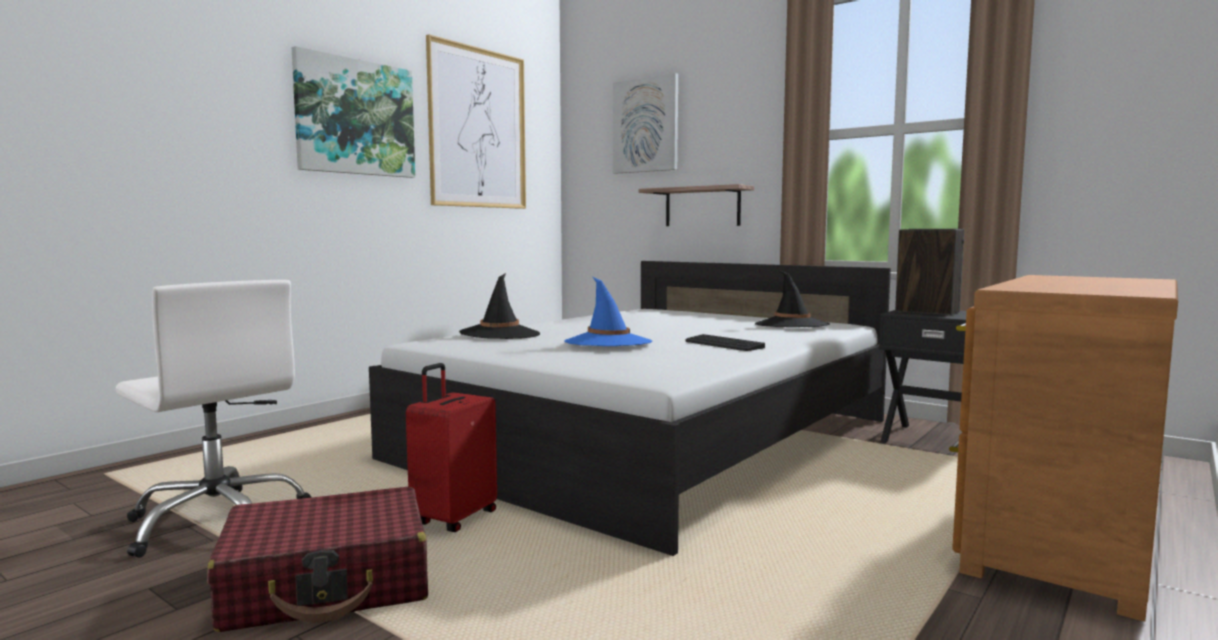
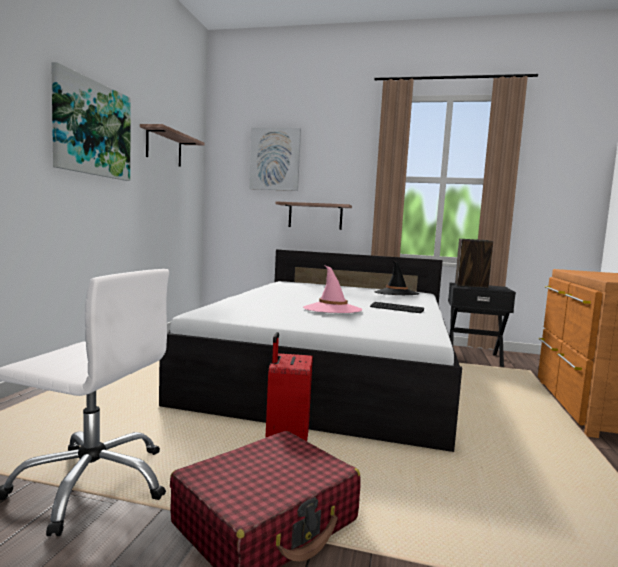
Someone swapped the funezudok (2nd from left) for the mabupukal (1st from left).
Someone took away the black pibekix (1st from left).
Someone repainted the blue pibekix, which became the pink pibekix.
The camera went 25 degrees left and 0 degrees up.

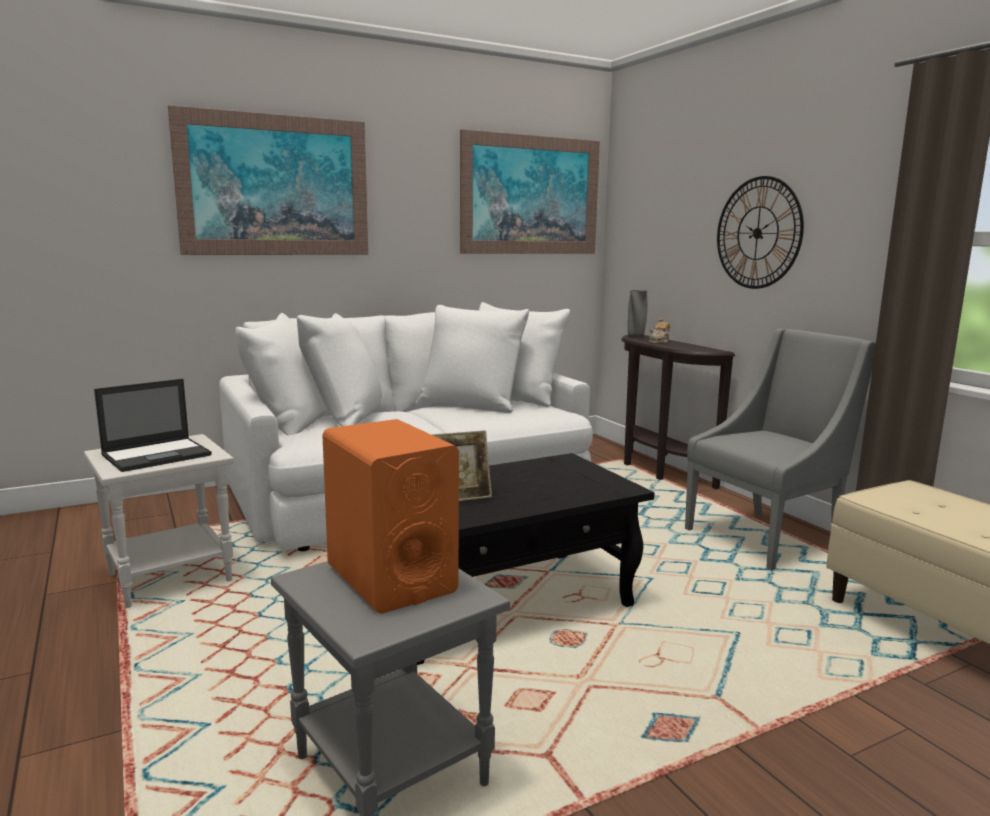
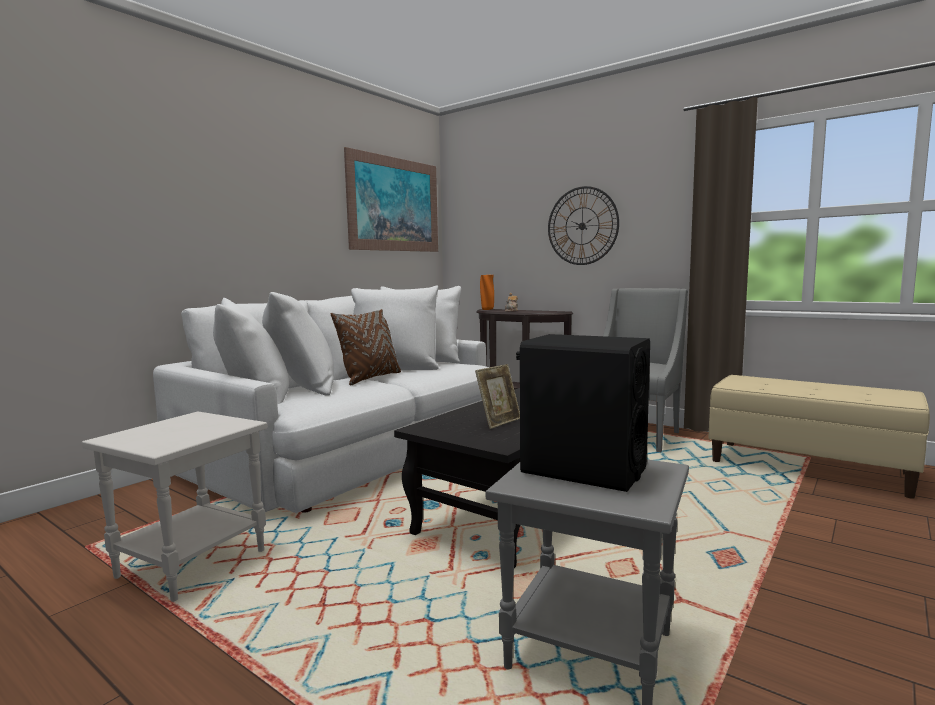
Someone took away the funezudok (1st from left).
Someone repainted the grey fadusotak, which became the orange fadusotak.
Someone took away the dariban.
Someone repainted the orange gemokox, which became the black gemokox.
Someone put down the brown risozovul.
The camera went 25 degrees left and 5 degrees down.

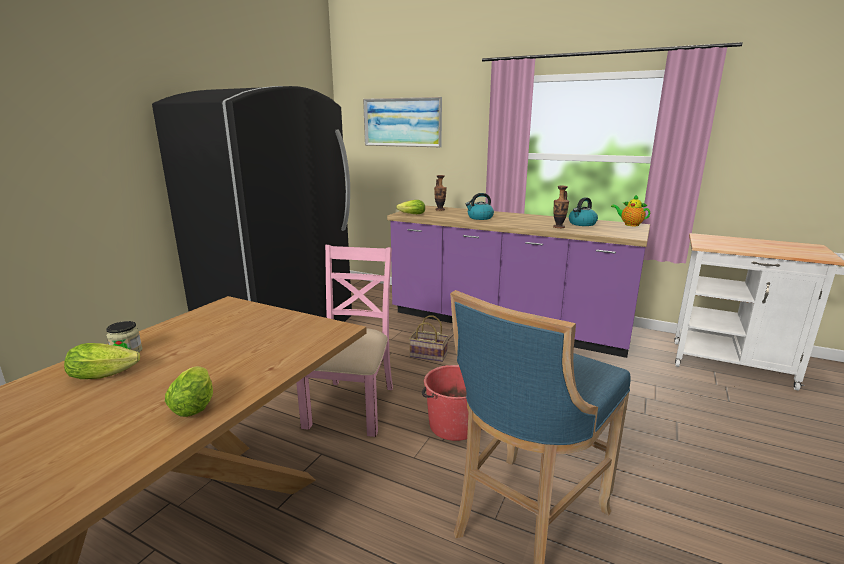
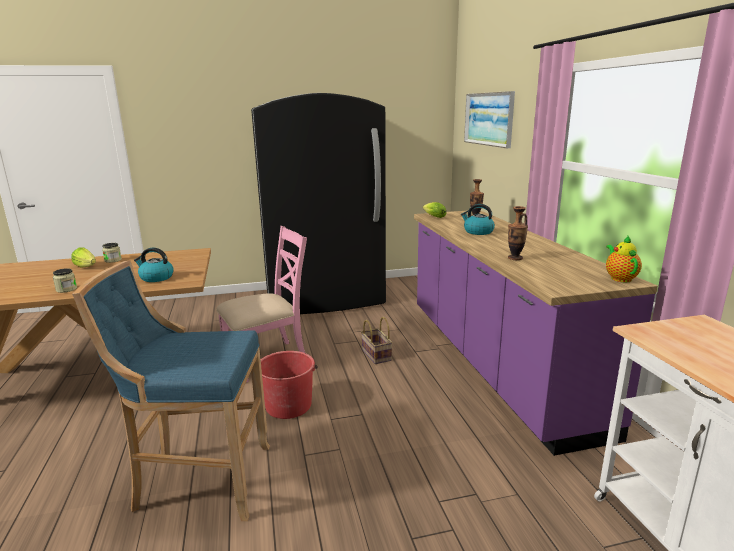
Someone carried the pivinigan (2nd from left in the first image).
Someone swapped the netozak (2nd from left) for the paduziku (1st from left).
The camera went 50 degrees right and 0 degrees up.

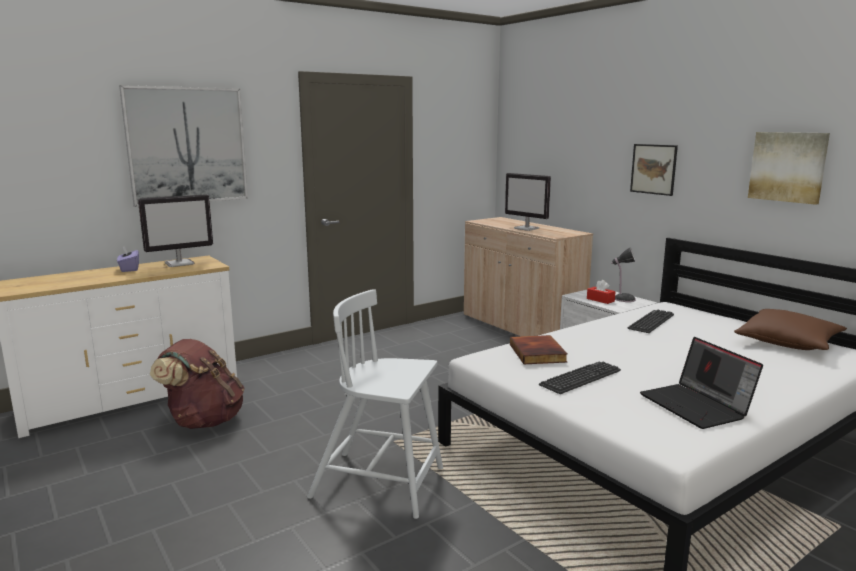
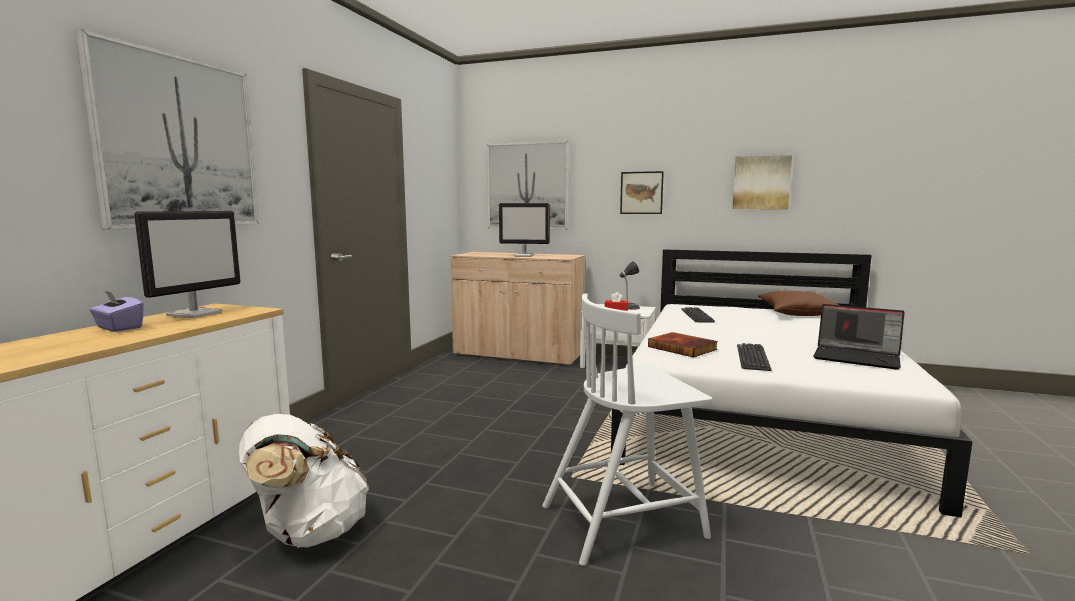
Someone repainted the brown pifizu, which became the white pifizu.
Someone put up the funezudok (2nd from left).
The camera went 35 degrees left and 5 degrees down.

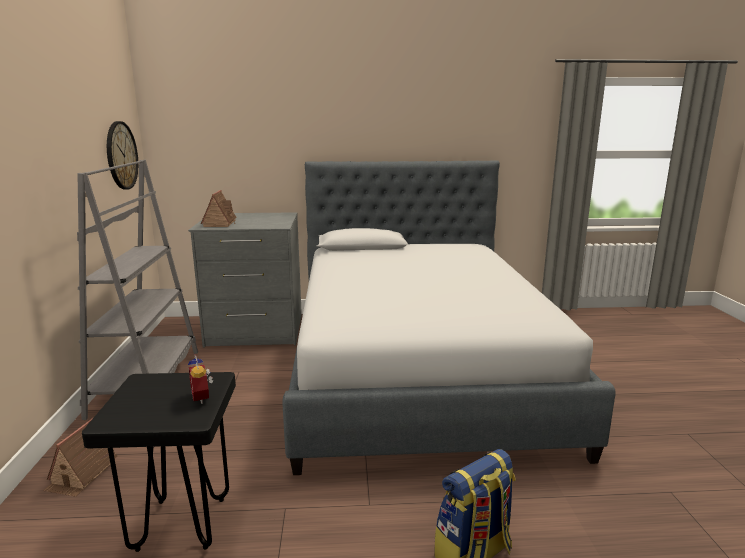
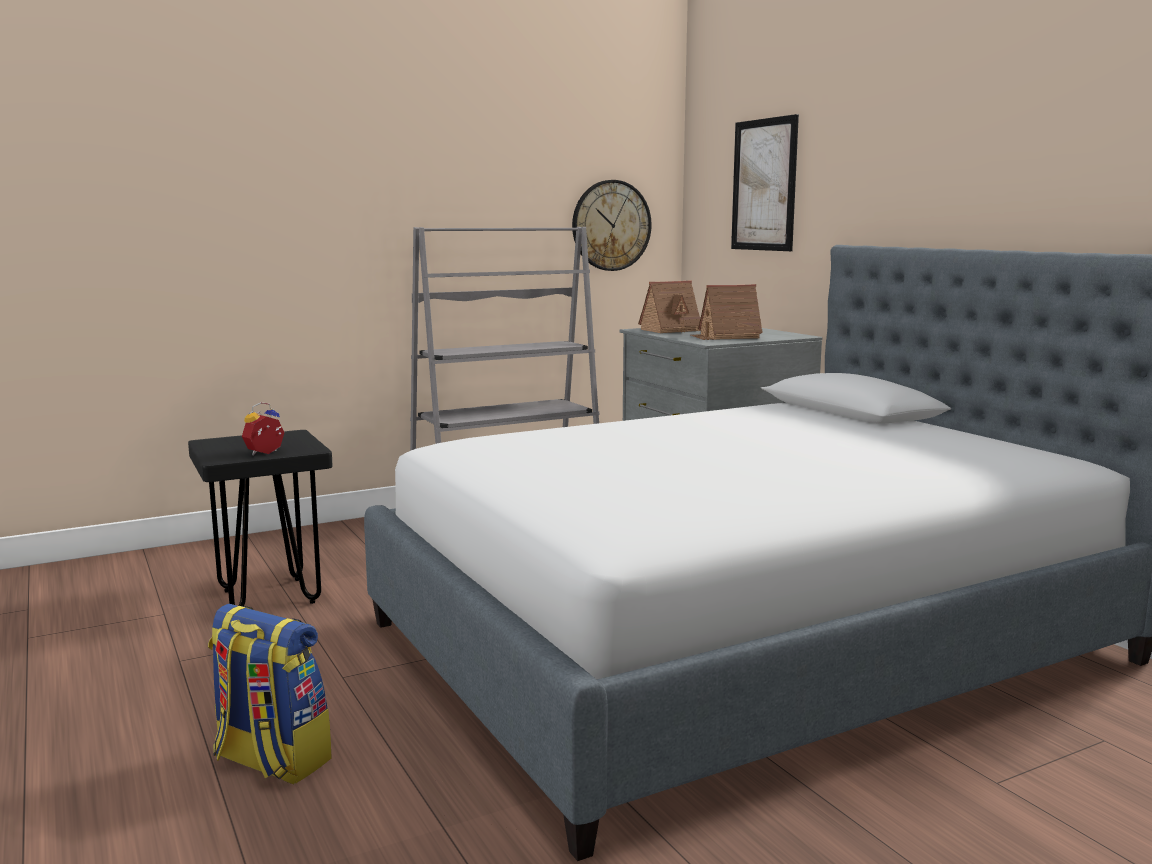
Someone carried the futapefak (1st from left in the first image).
Someone put up the funezudok.
The camera went 65 degrees right and 5 degrees down.

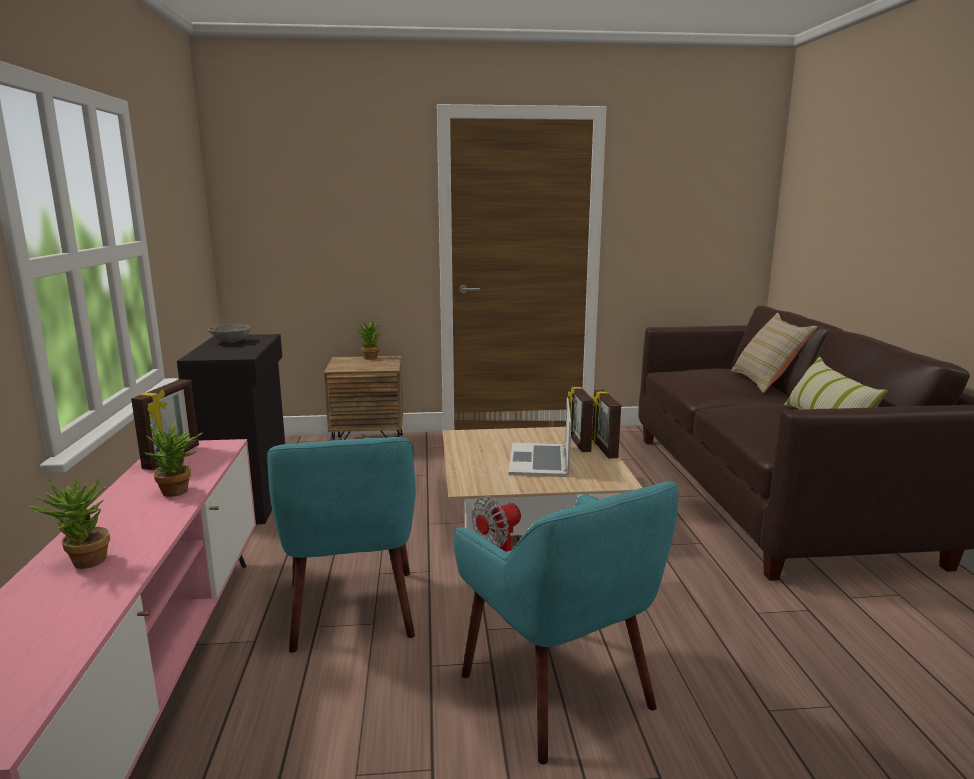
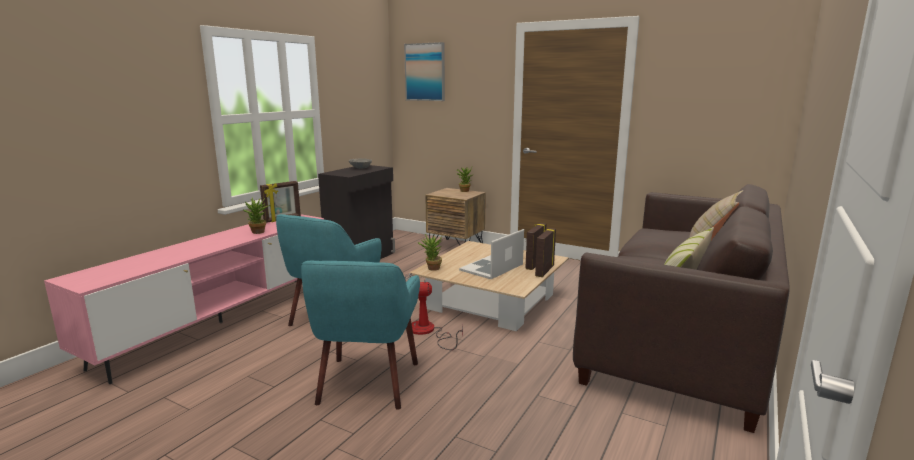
Someone carried the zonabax (1st from left in the first image).
Someone put up the funezudok.
The camera went 35 degrees right and 0 degrees up.

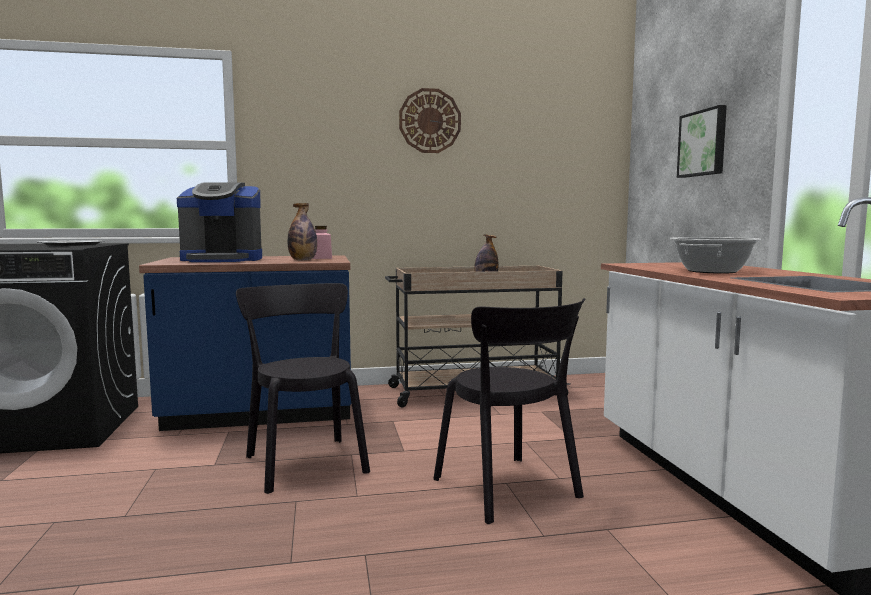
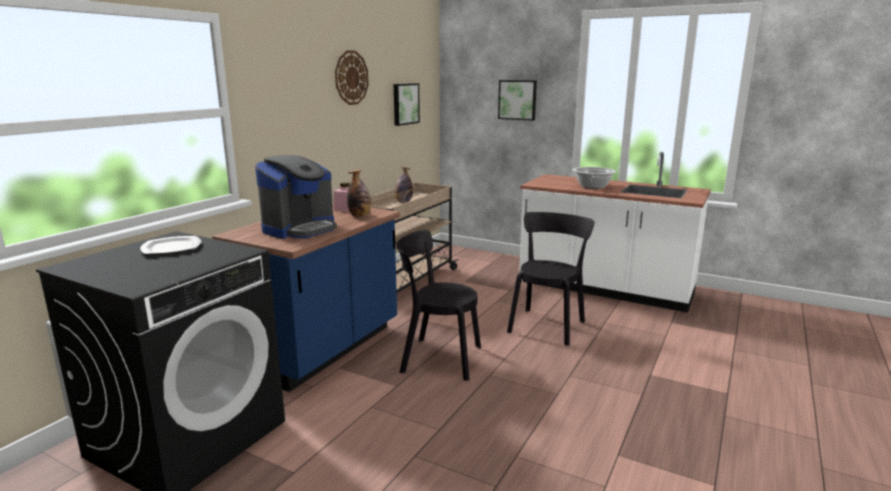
Someone rotated the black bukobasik (2nd from left) by 75 degrees counterclockwise.
Someone put up the funezudok (1st from left).
The camera went 50 degrees left and 10 degrees up.

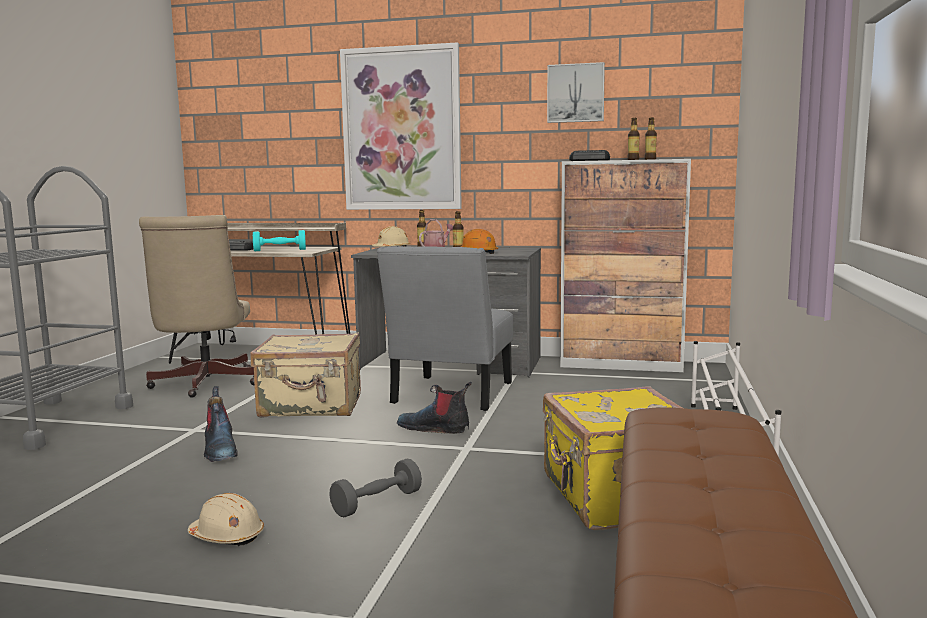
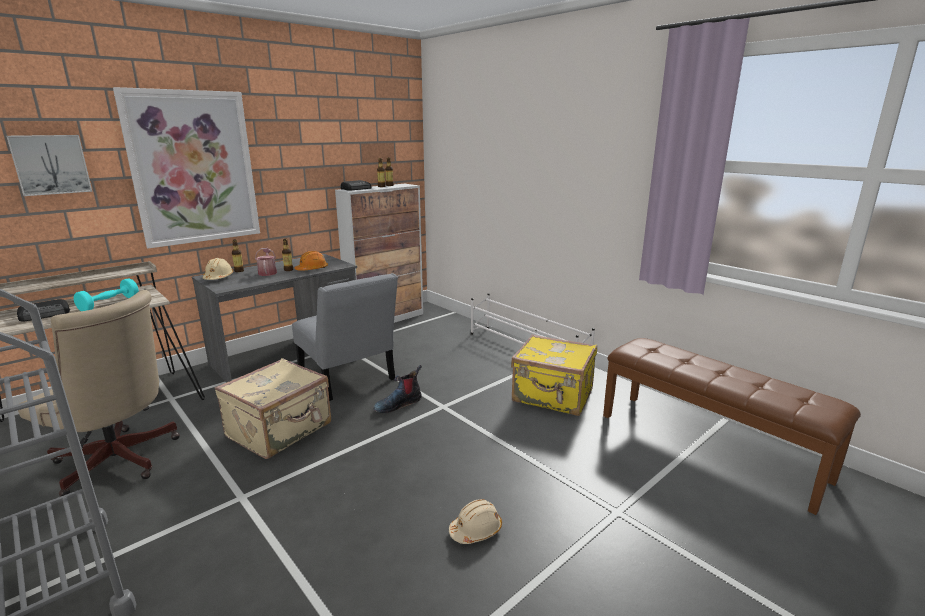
Someone carried the funezudok (2nd from left in the first image).
Someone took away the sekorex (1st from left).
Someone took away the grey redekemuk.
The camera went 55 degrees left and 10 degrees up.

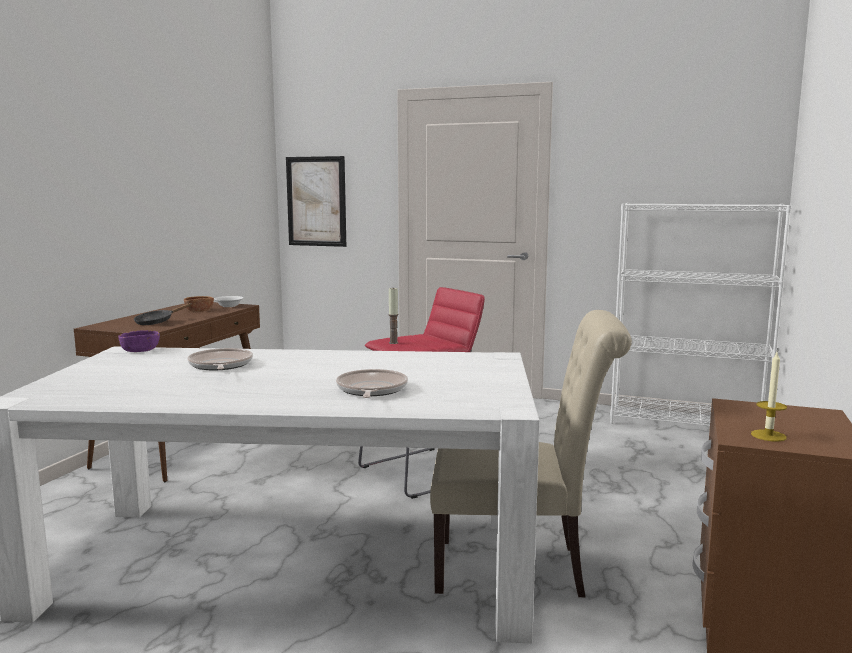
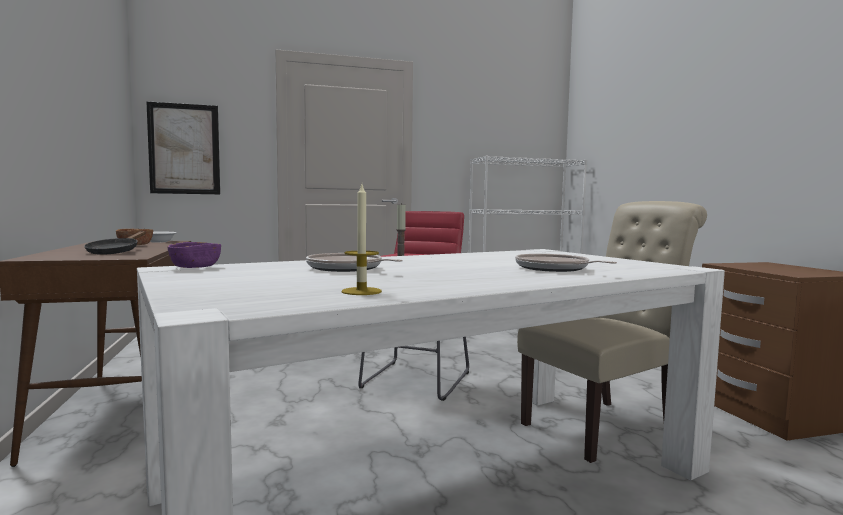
Someone carried the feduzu (2nd from left in the first image).
The camera went 35 degrees left and 5 degrees down.

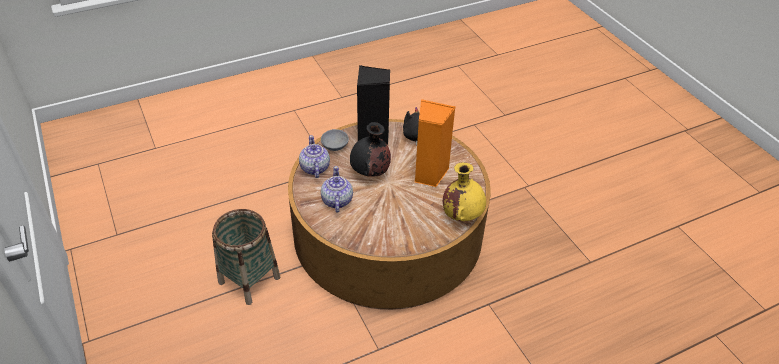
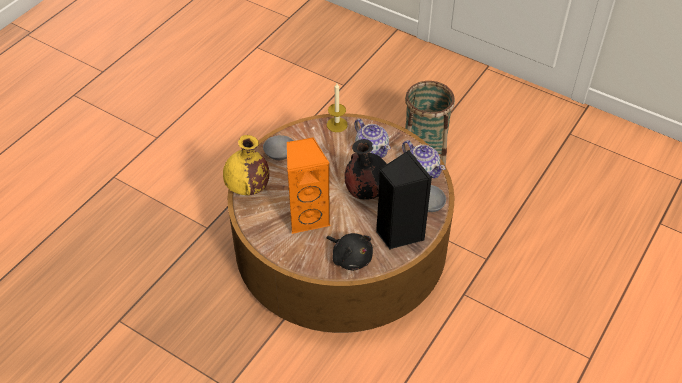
Someone put down the feduzu.
Someone put down the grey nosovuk (1st from left).
The camera went 150 degrees right and 5 degrees up.

